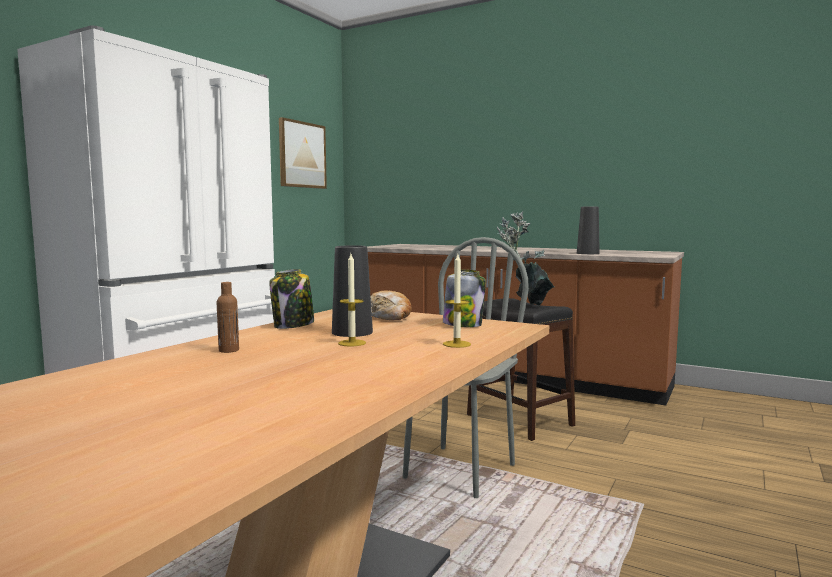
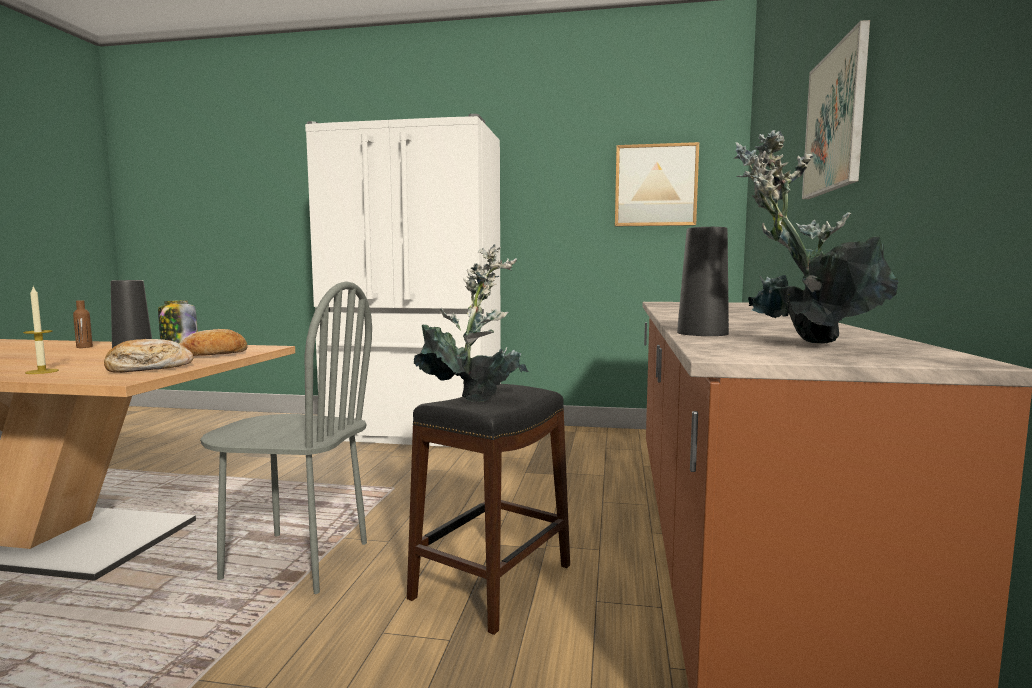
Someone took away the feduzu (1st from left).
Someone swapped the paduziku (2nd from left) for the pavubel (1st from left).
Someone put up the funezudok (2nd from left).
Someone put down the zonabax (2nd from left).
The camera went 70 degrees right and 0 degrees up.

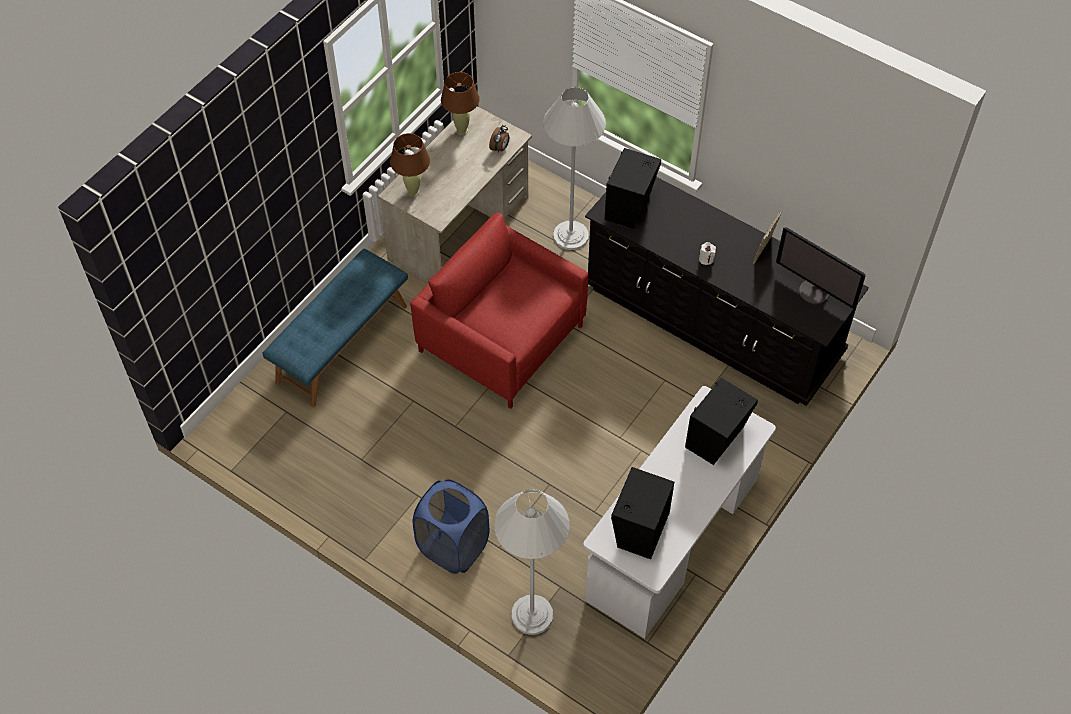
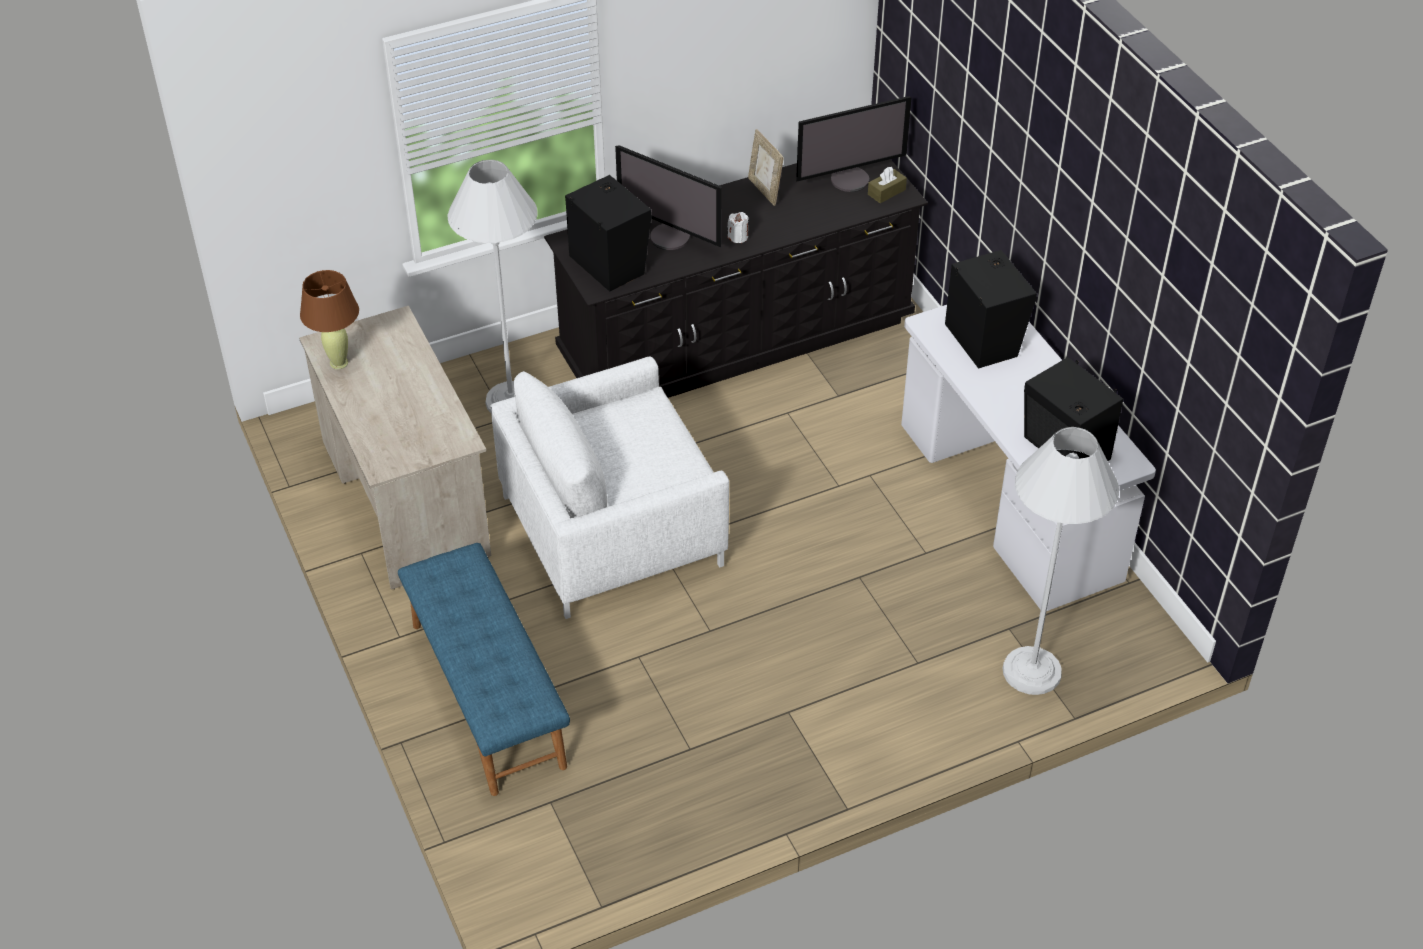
Someone took away the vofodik.
Someone took away the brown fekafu (1st from left).
Someone repainted the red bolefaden, which became the white bolefaden.
Someone took away the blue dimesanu.
Someone put down the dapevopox (1st from left).
Someone put down the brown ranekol.
The camera went 60 degrees left and 10 degrees down.

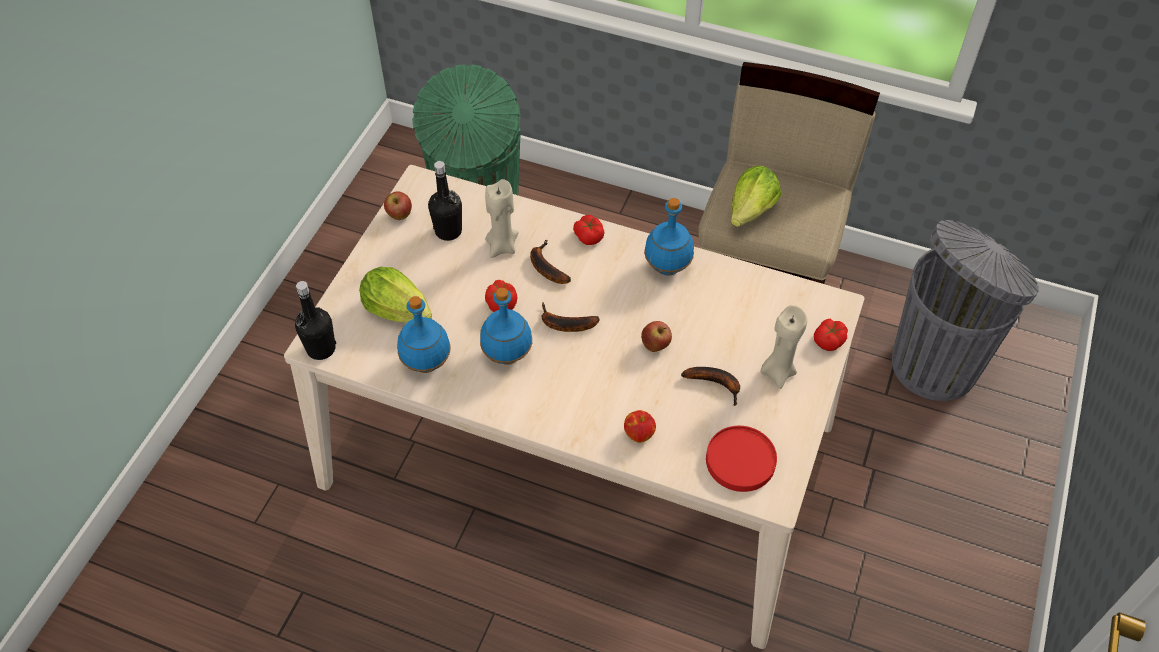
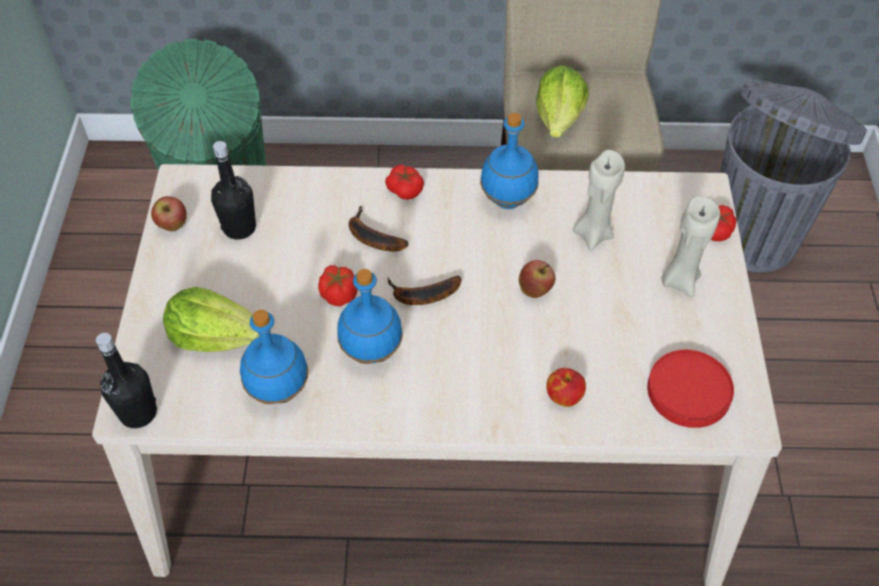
Someone carried the beige feduzu (1st from left).
Someone took away the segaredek (3rd from left).
The camera went 20 degrees left and 0 degrees up.

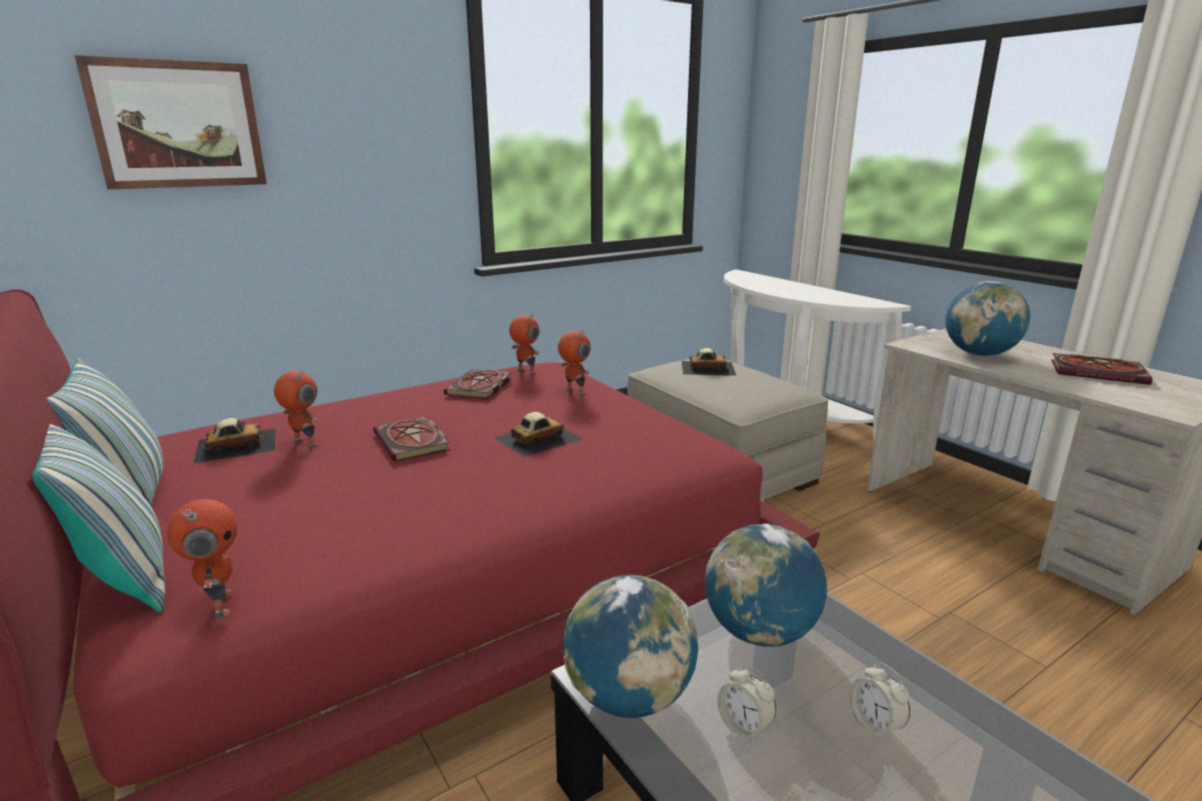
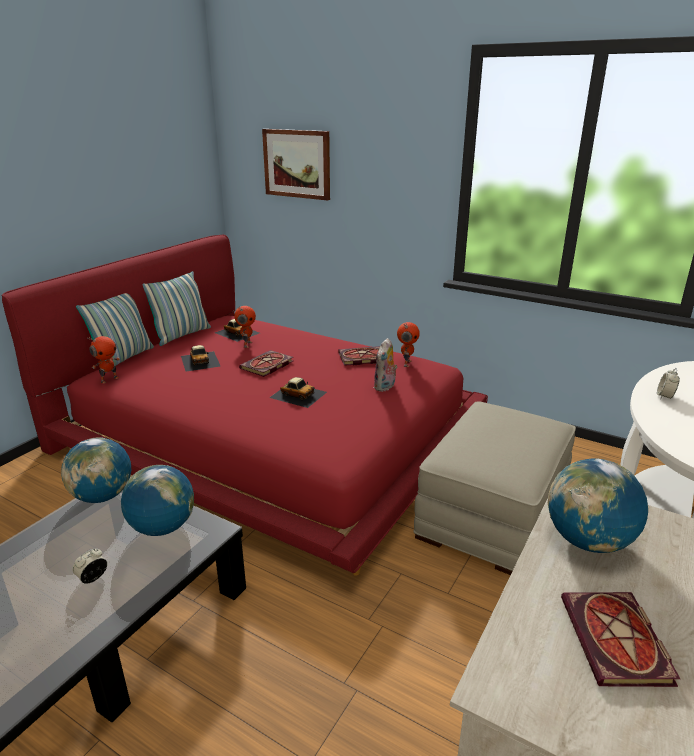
Someone swapped the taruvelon (4th from left) for the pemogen.
Someone carried the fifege (3rd from left in the first image).
Someone carried the vofodik (1st from left in the first image).
The camera went 65 degrees right and 5 degrees up.

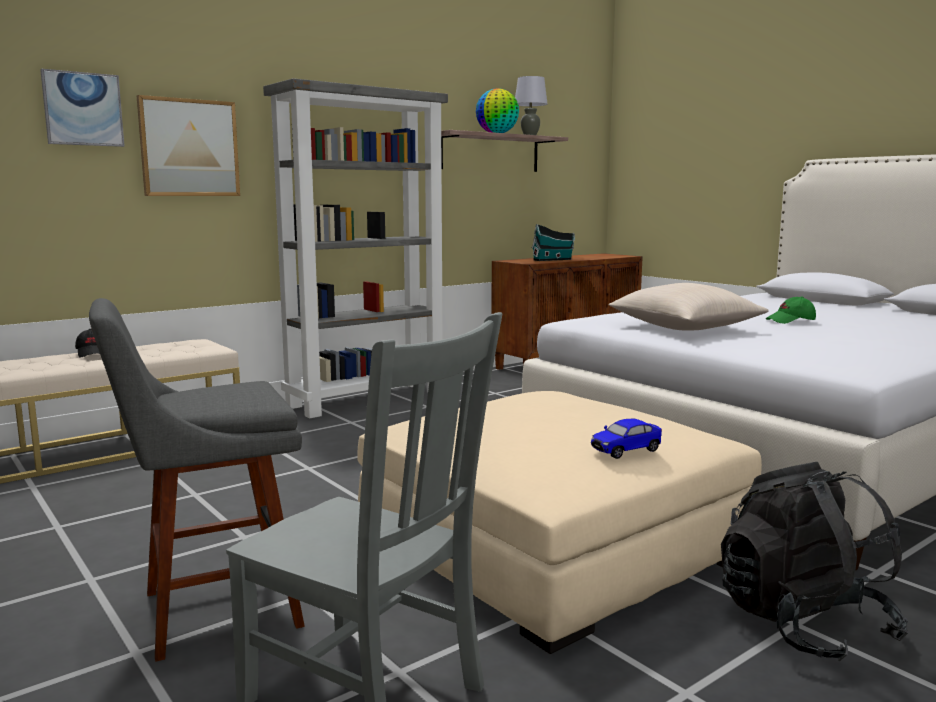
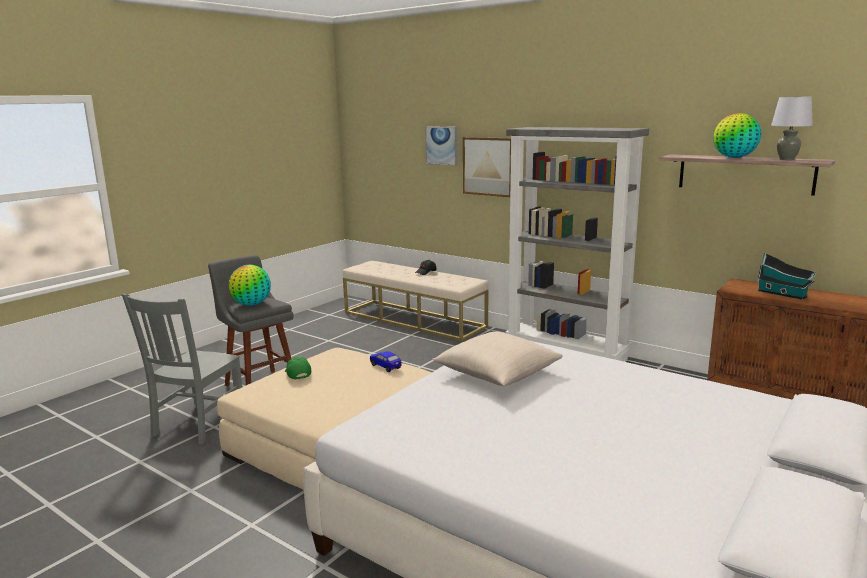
Someone carried the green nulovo.
Someone carried the fifege.
Someone took away the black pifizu.
Someone put down the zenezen (1st from left).
The camera went 75 degrees right and 5 degrees up.

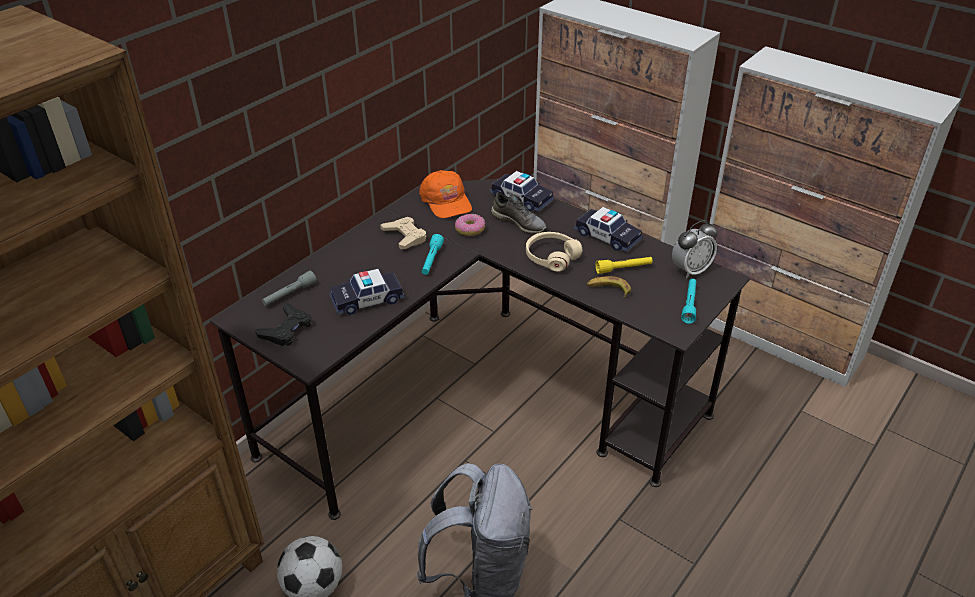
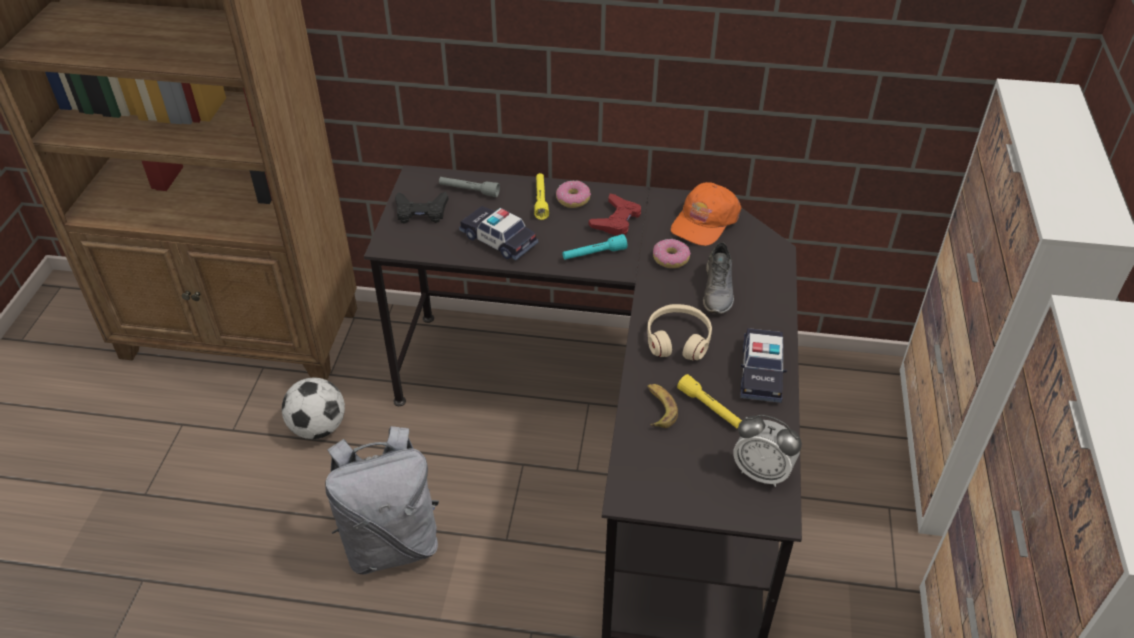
Someone took away the fifege (2nd from left).
Someone repainted the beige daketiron, which became the red daketiron.
Someone took away the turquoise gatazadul (2nd from left).
Someone put down the yellow gatazadul (1st from left).
Someone put down the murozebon (1st from left).
The camera went 60 degrees right and 5 degrees up.

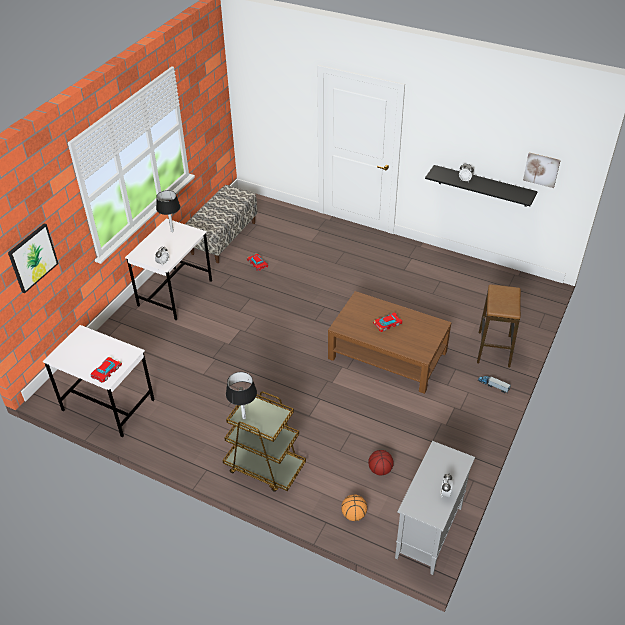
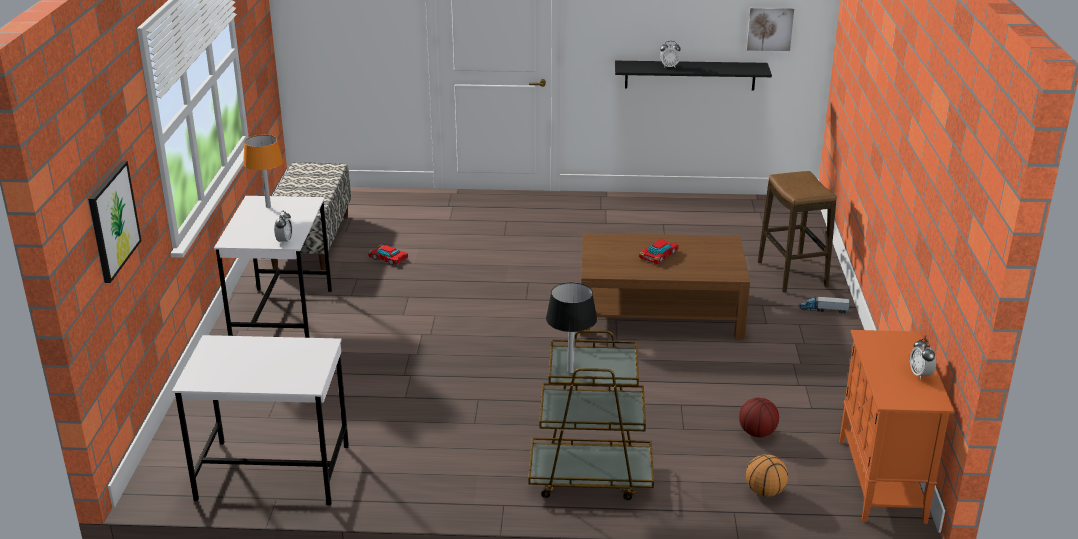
Someone repainted the black fekafu (1st from left), which became the orange fekafu.
Someone took away the fifege (1st from left).
Someone repainted the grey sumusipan, which became the orange sumusipan.
The camera went 25 degrees left and 15 degrees down.

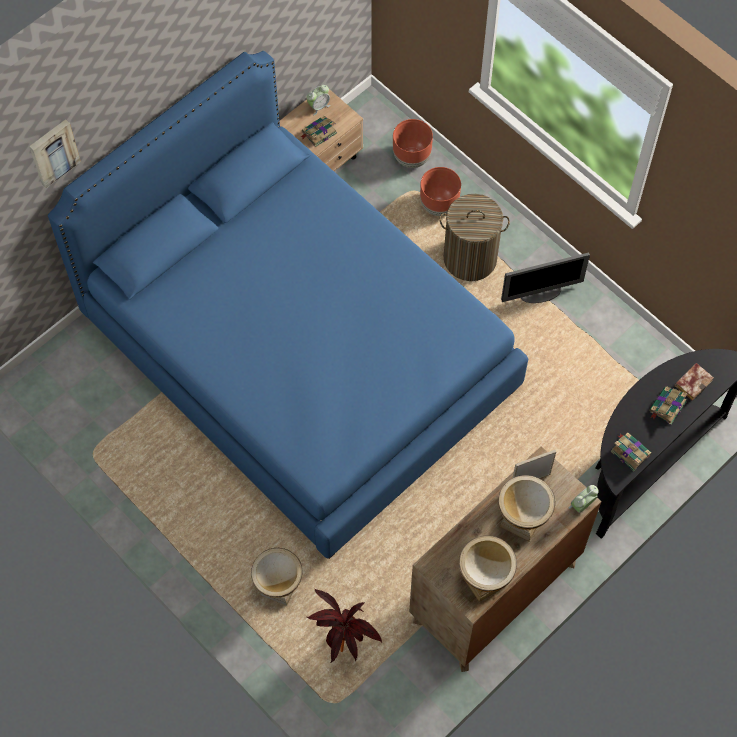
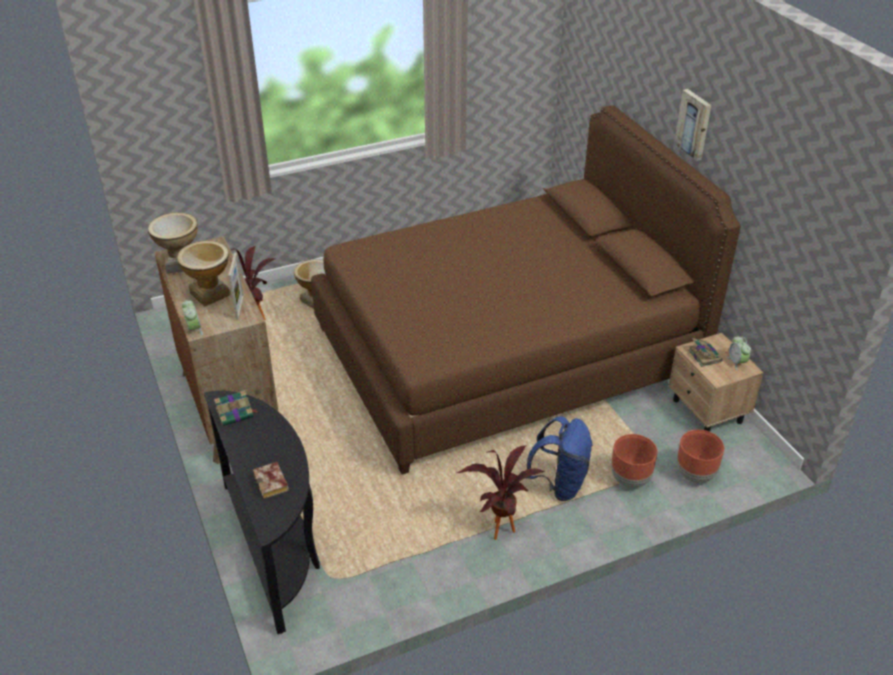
Someone repainted the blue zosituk, which became the brown zosituk.
Someone carried the funezudok.
Someone swapped the dimesanu for the blue pifizu.
Someone swapped the dapevopox for the zonabax (2nd from left).
Someone took away the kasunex (3rd from left).
The camera went 110 degrees right and 25 degrees down.

